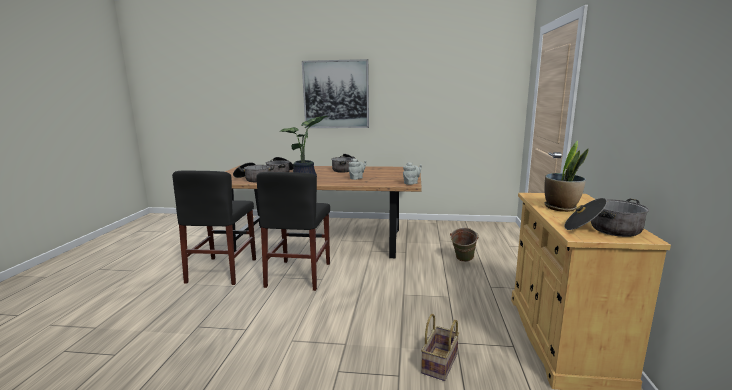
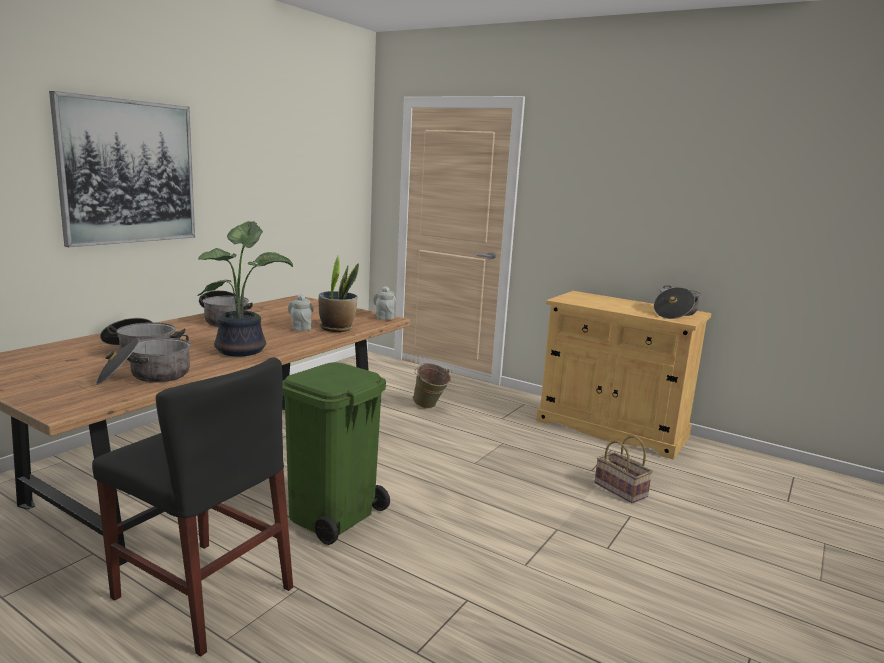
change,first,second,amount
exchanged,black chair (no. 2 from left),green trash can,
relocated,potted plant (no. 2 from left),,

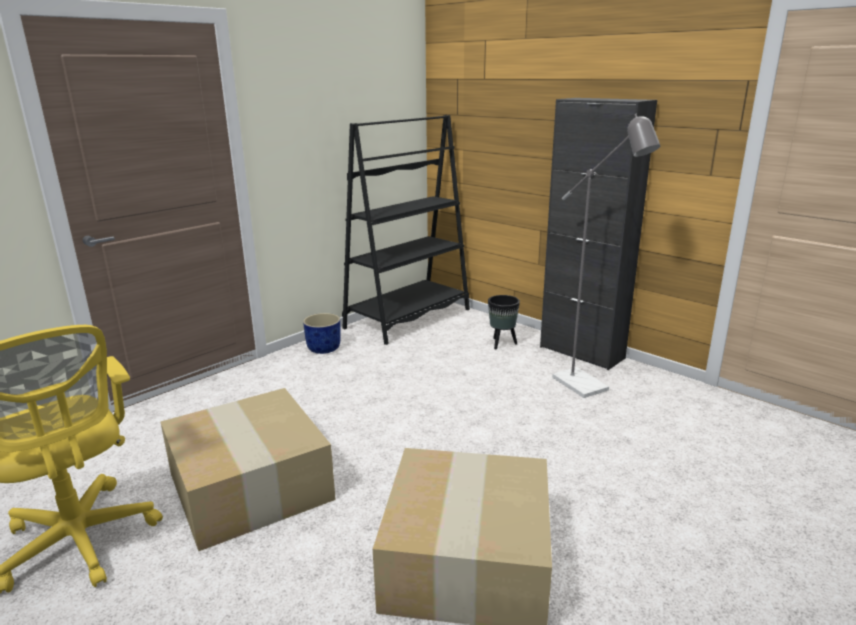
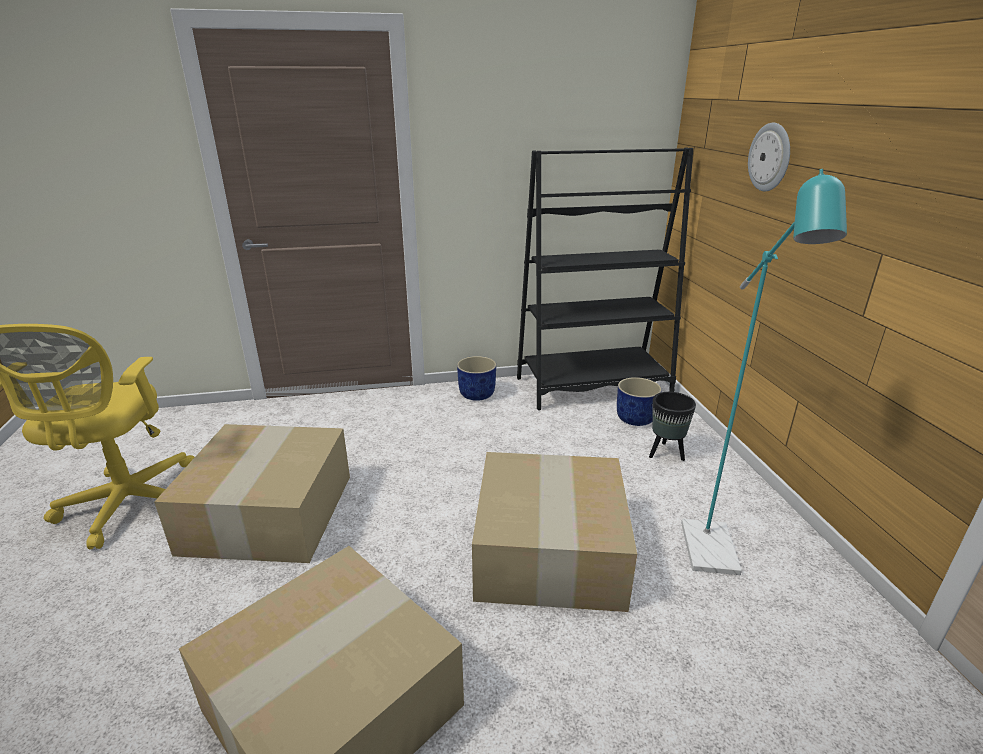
change,first,second,amount
missing,black cabinet,,
colour,grey floor lamp,turquoise floor lamp,
appeared,,cardboard box (no. 3 from left),
appeared,,blue planter (no. 2 from left),
appeared,,wall clock,

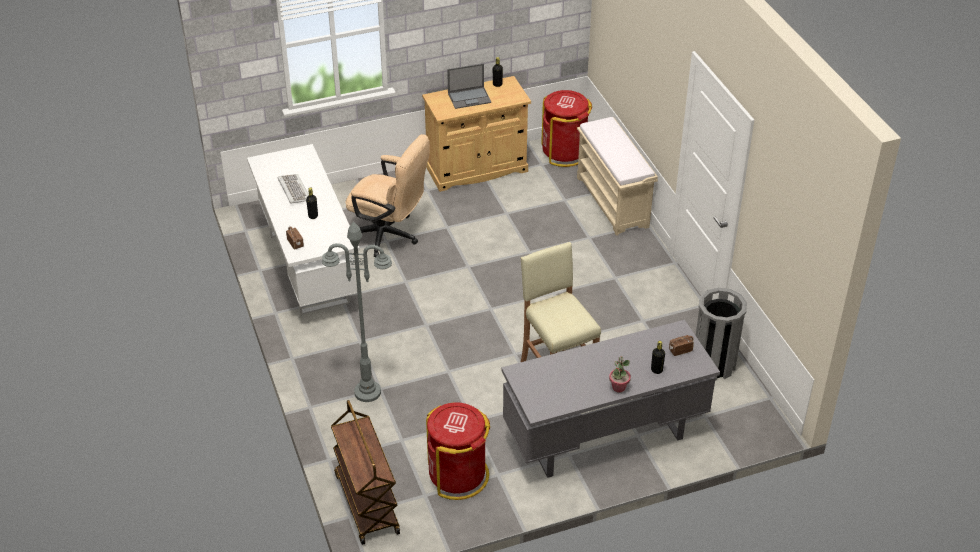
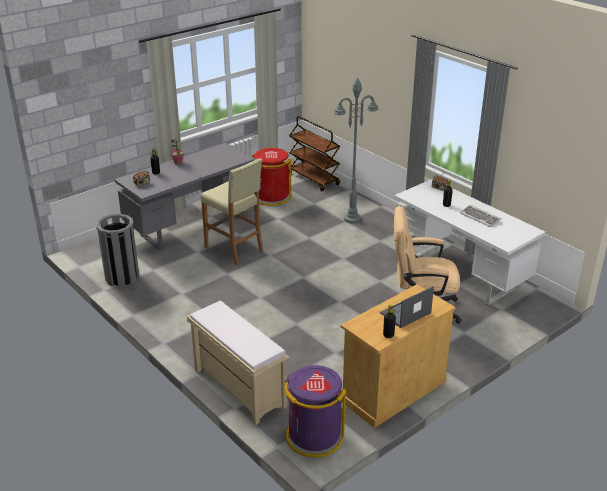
change,first,second,amount
colour,red trash can (no. 2 from left),purple trash can,

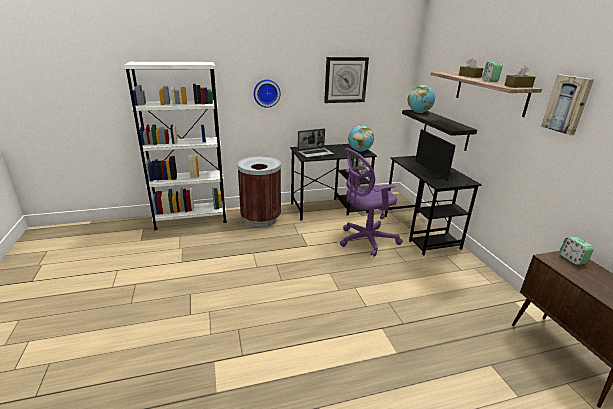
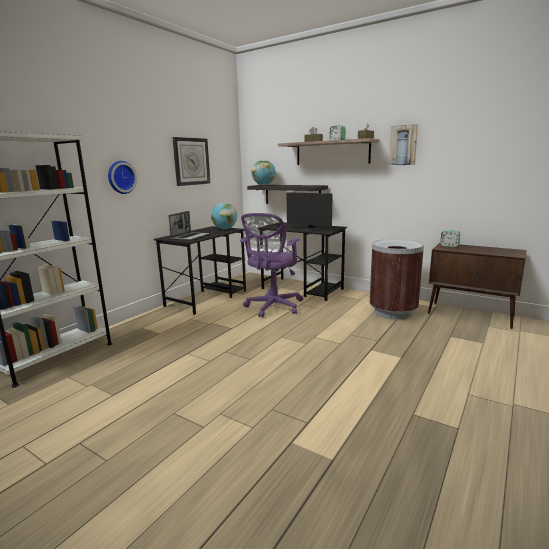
change,first,second,amount
relocated,brown trash can,,

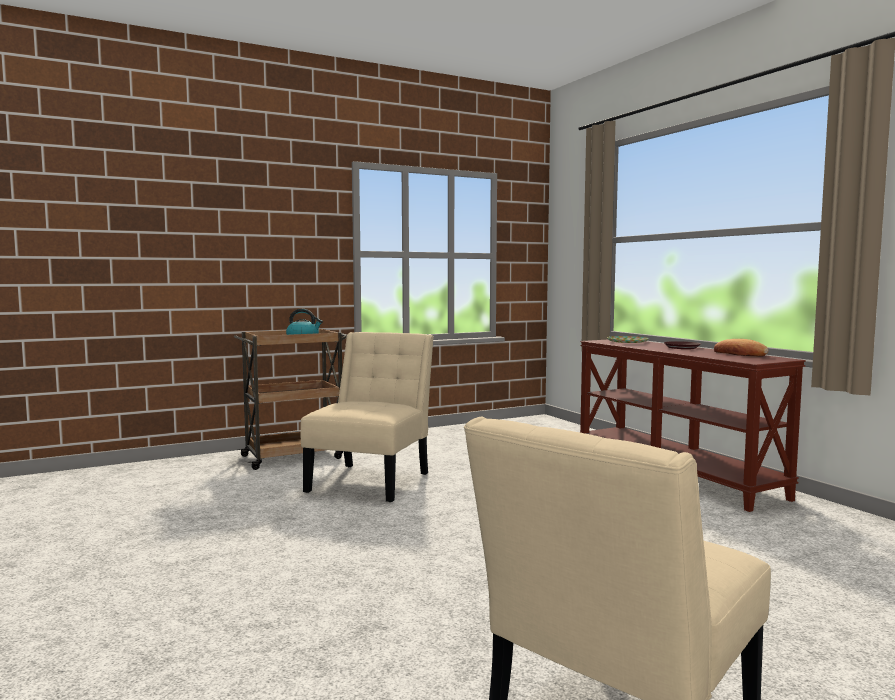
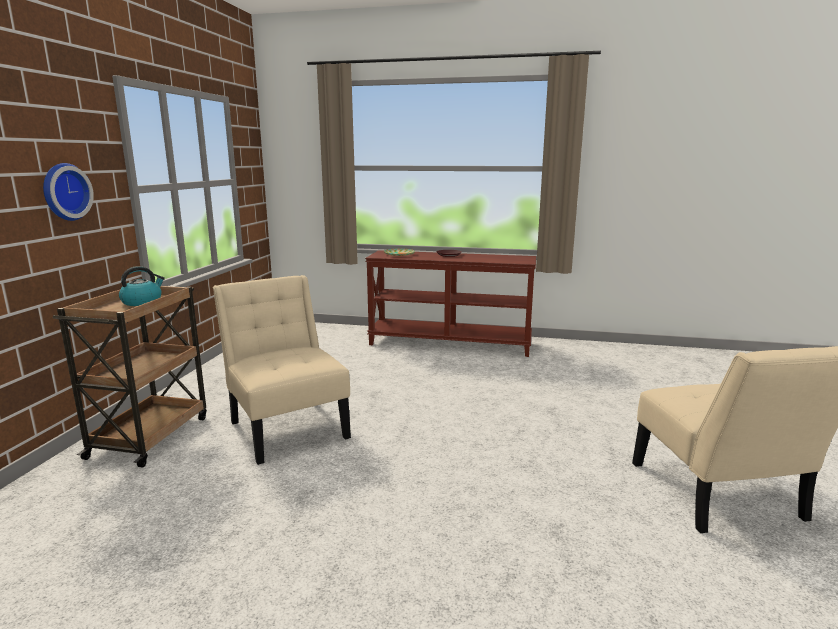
change,first,second,amount
missing,bread,,
appeared,,wall clock,

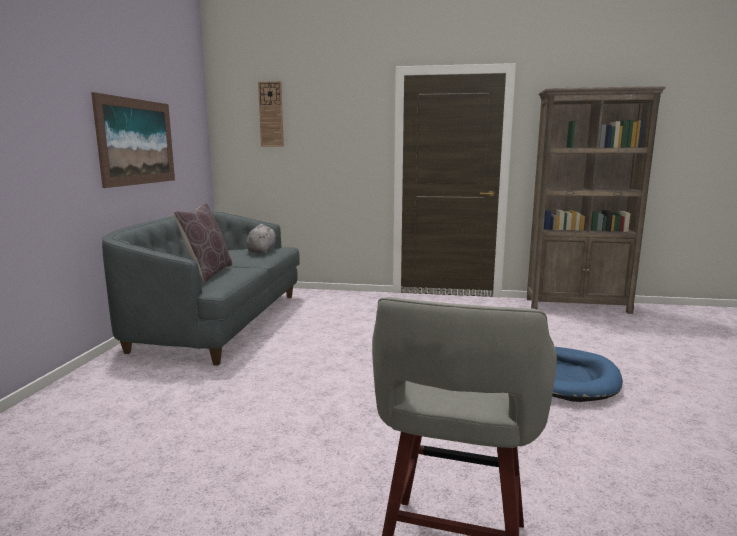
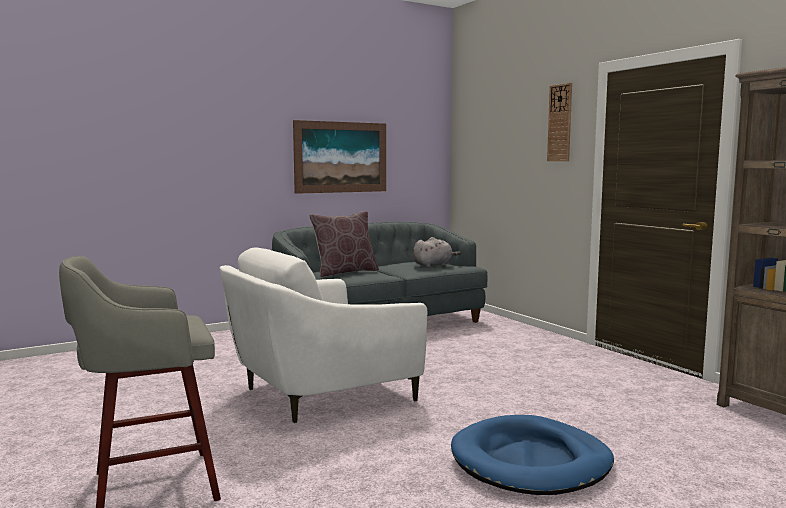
change,first,second,amount
relocated,wall clock,,
appeared,,white armchair,

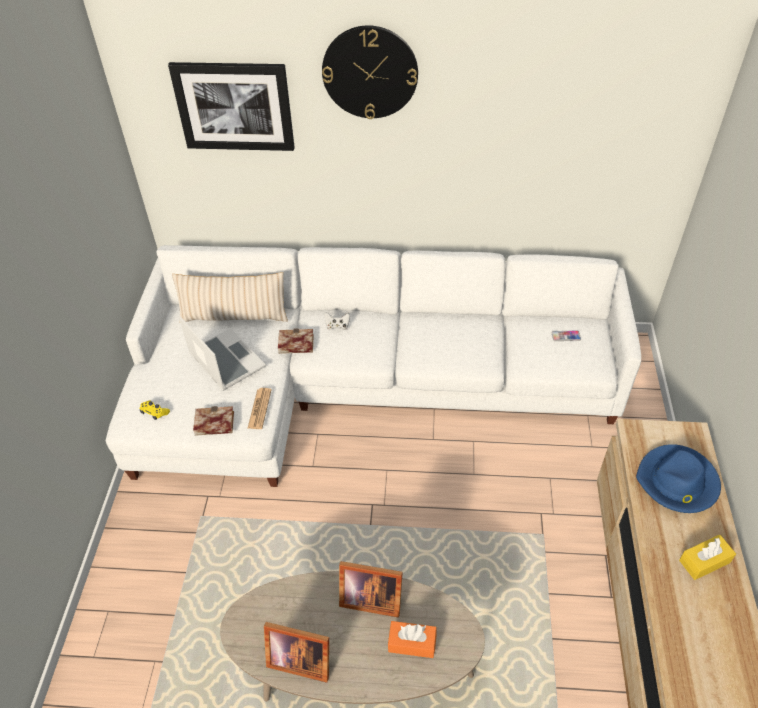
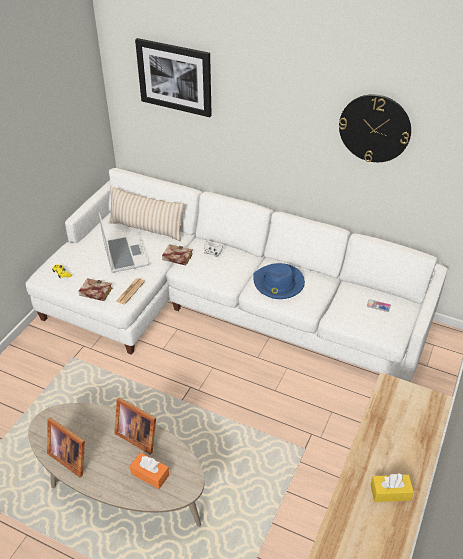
change,first,second,amount
relocated,wall clock,,
relocated,blue hat,,

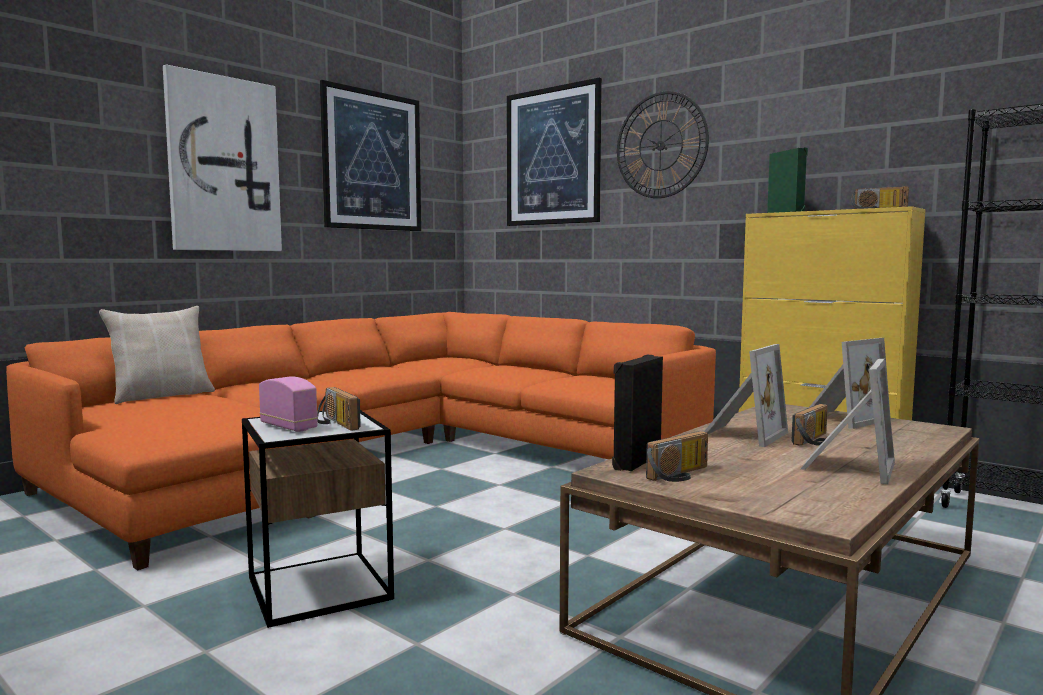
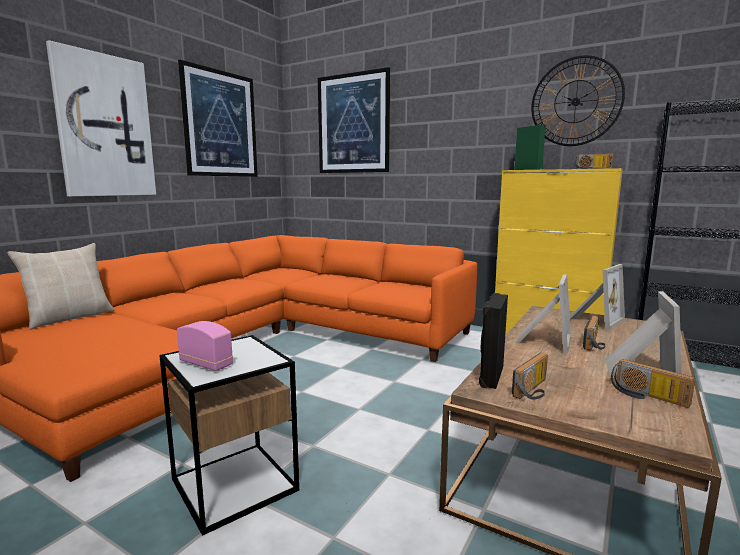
change,first,second,amount
relocated,radio (no. 2 from left in the first image),radio (no. 5 from left),
relocated,wall clock,,

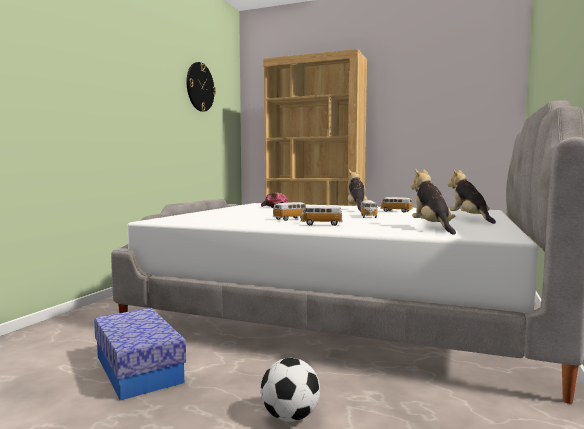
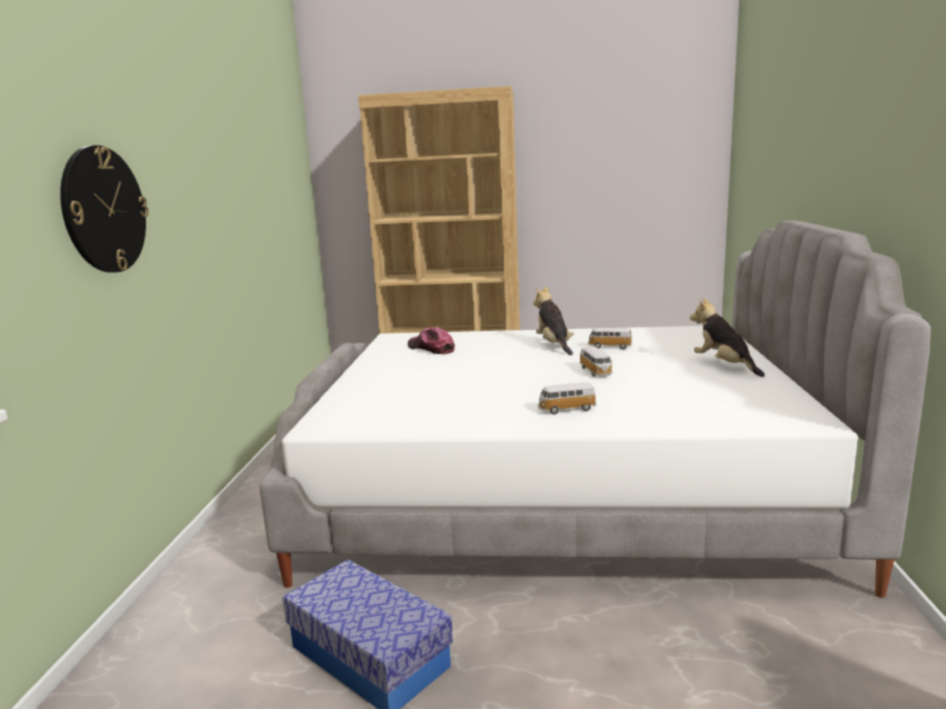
change,first,second,amount
relocated,wall clock,,
missing,football,,
missing,toy car (no. 1 from left),,
missing,plush toy (no. 2 from left),,

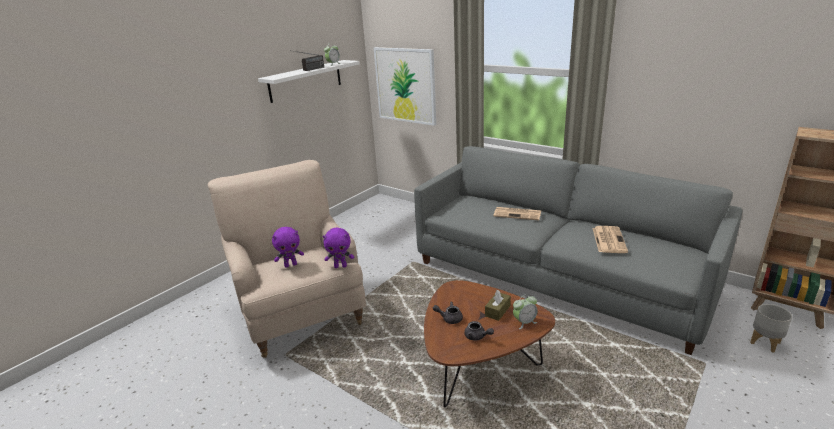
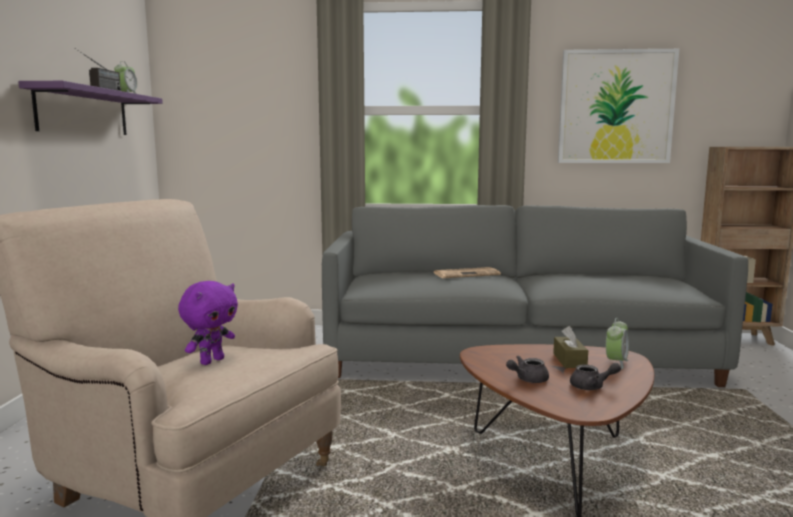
change,first,second,amount
colour,white shelf,purple shelf,
missing,purple plush toy (no. 2 from left),,
relocated,picture,,
missing,newspaper (no. 2 from left),,
missing,grey planter,,

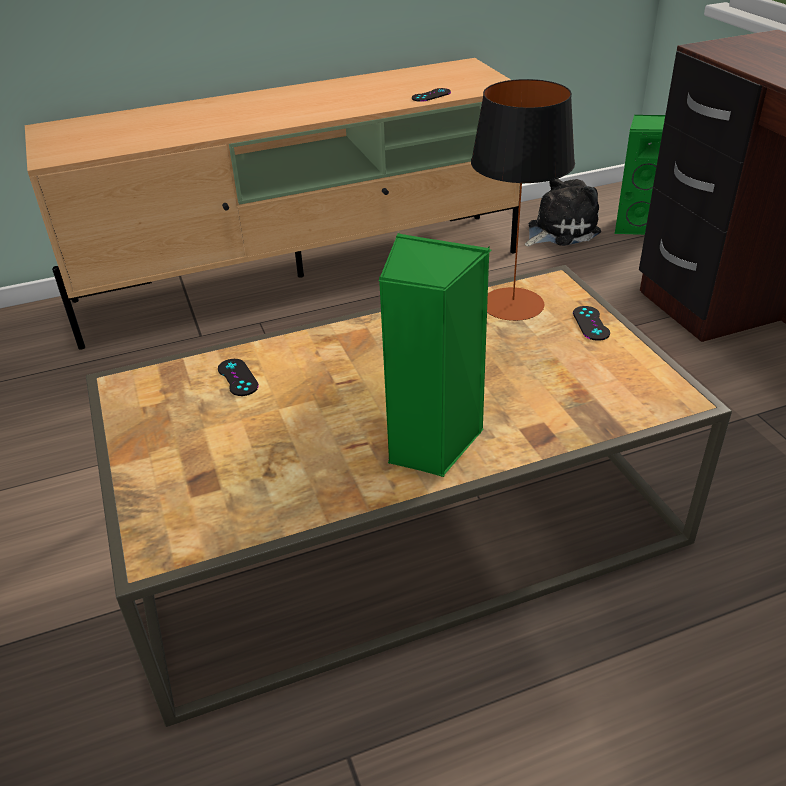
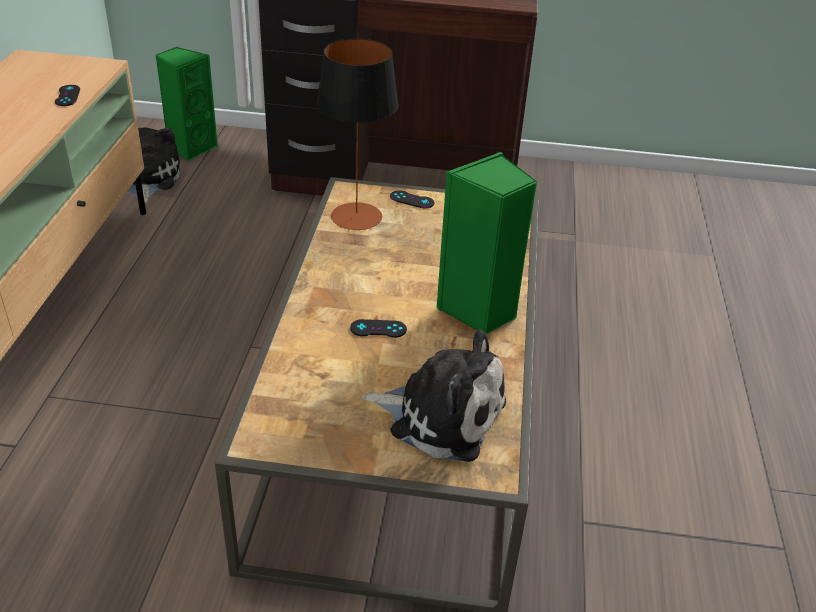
change,first,second,amount
relocated,black game controller (no. 1 from left in the first image),black game controller (no. 2 from left),
appeared,,plush toy (no. 2 from left),

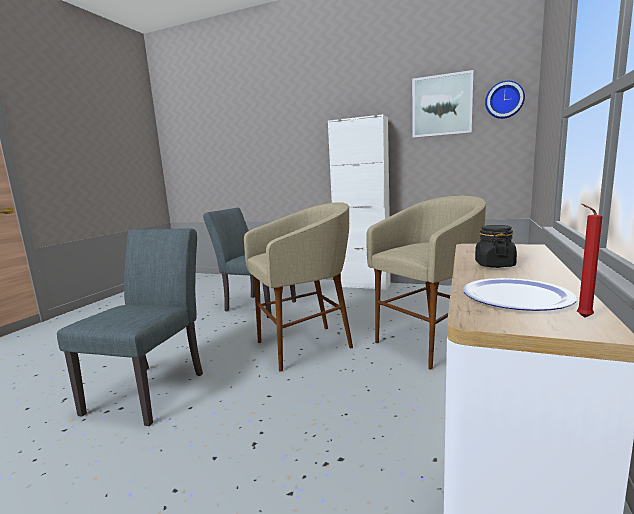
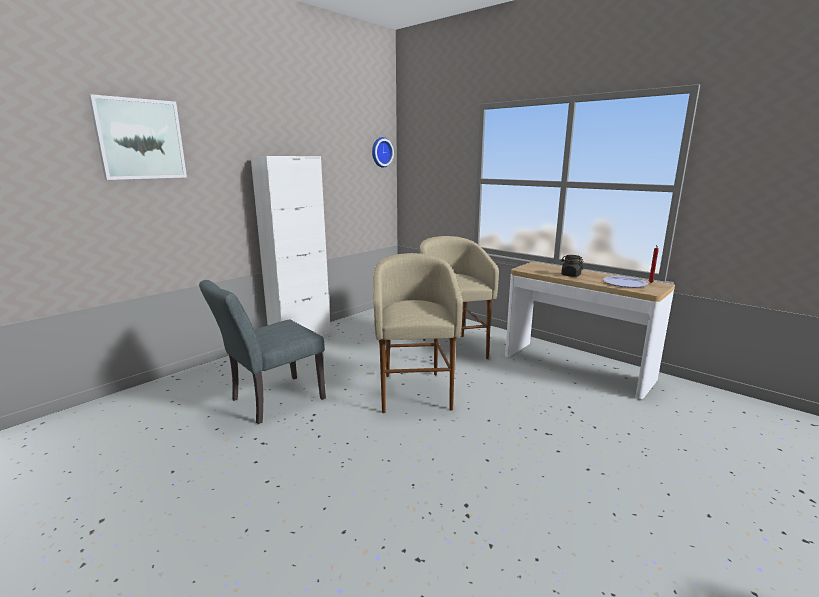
change,first,second,amount
missing,grey chair (no. 1 from left),,
relocated,picture,,

